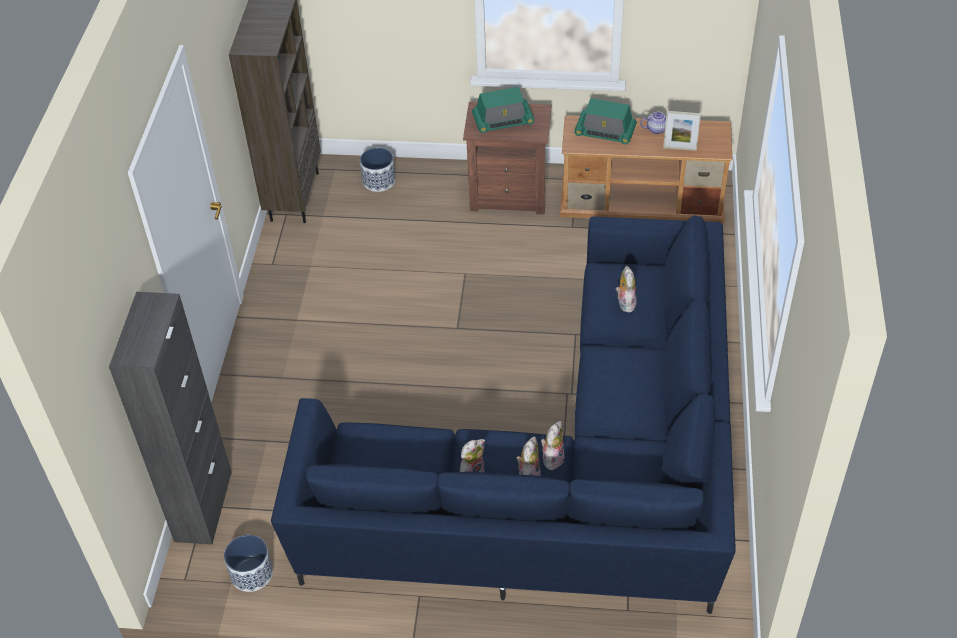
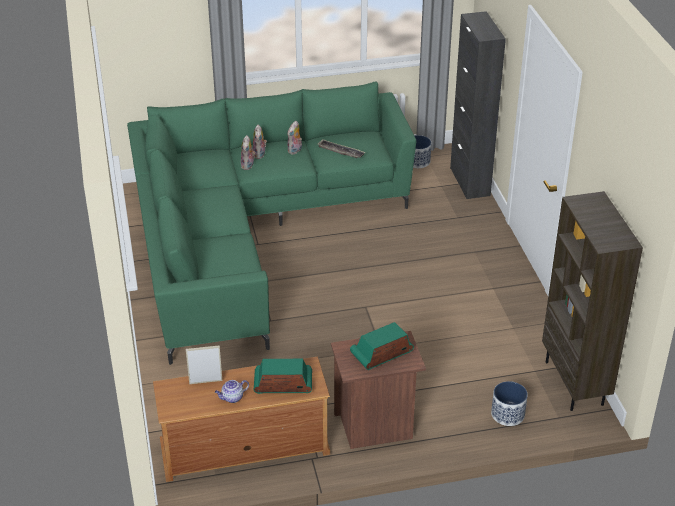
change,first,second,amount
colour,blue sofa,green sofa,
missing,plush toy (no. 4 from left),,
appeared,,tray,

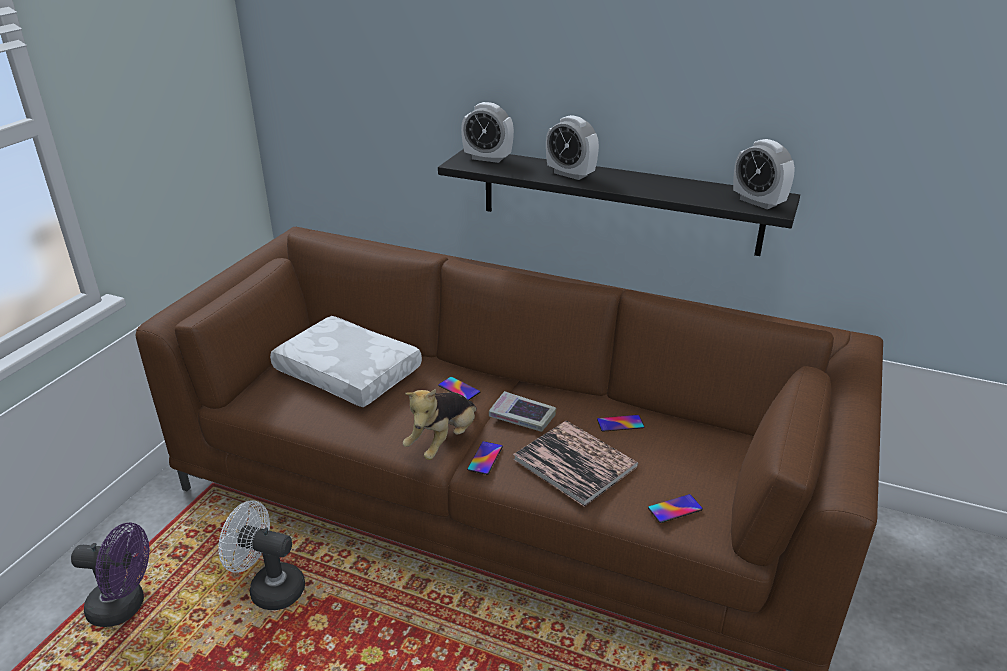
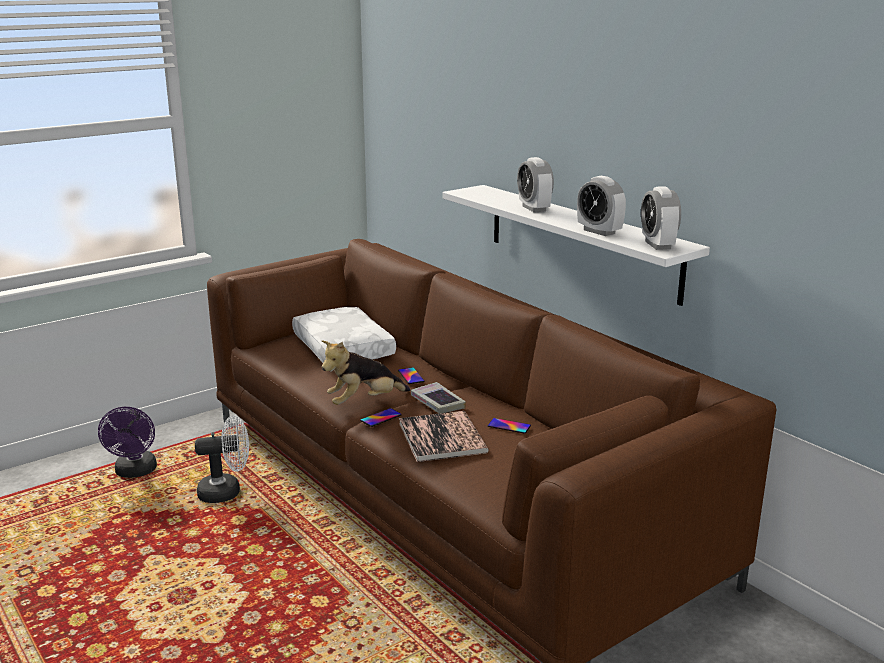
change,first,second,amount
spun,purple fan,,45 degrees clockwise
spun,white fan,,120 degrees clockwise
colour,black shelf,white shelf,
relocated,alarm clock (no. 1 from left in the first image),alarm clock (no. 2 from left),
missing,phone (no. 4 from left),,

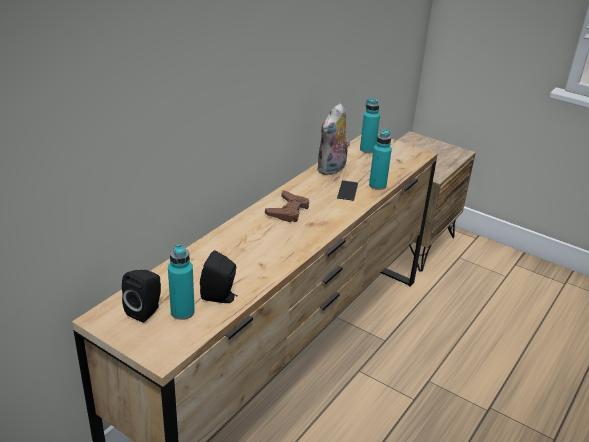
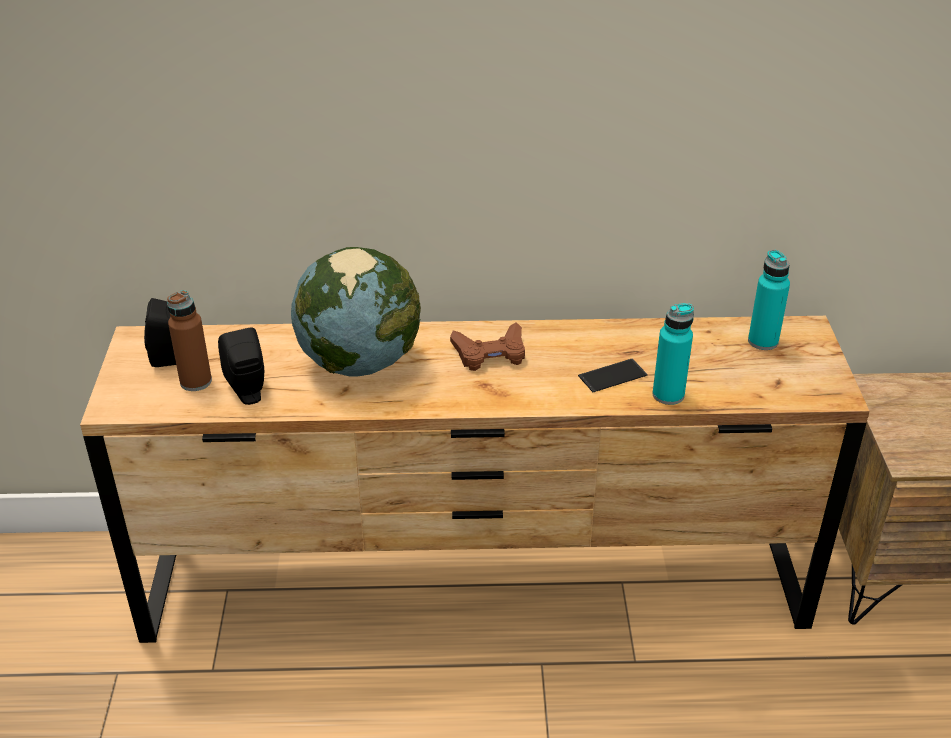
change,first,second,amount
colour,turquoise bottle (no. 1 from left),brown bottle,
missing,plush toy,,
appeared,,globe,

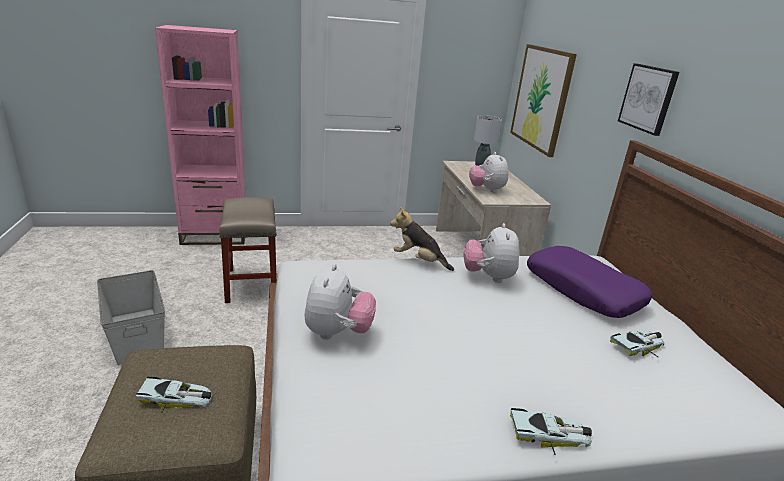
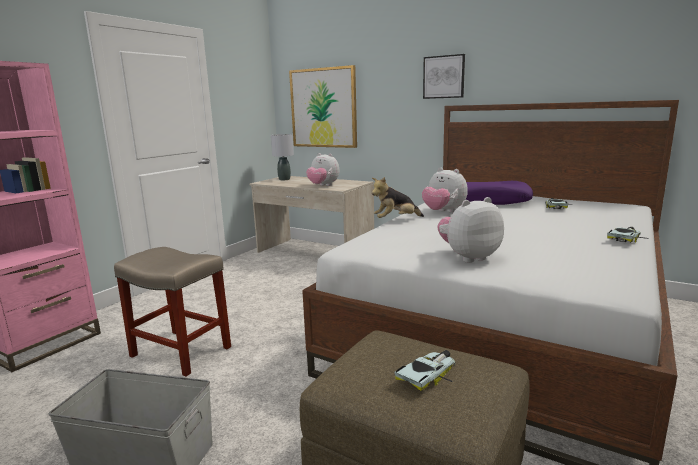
change,first,second,amount
spun,plush toy (no. 1 from left in the first image),plush toy (no. 4 from left),75 degrees counterclockwise

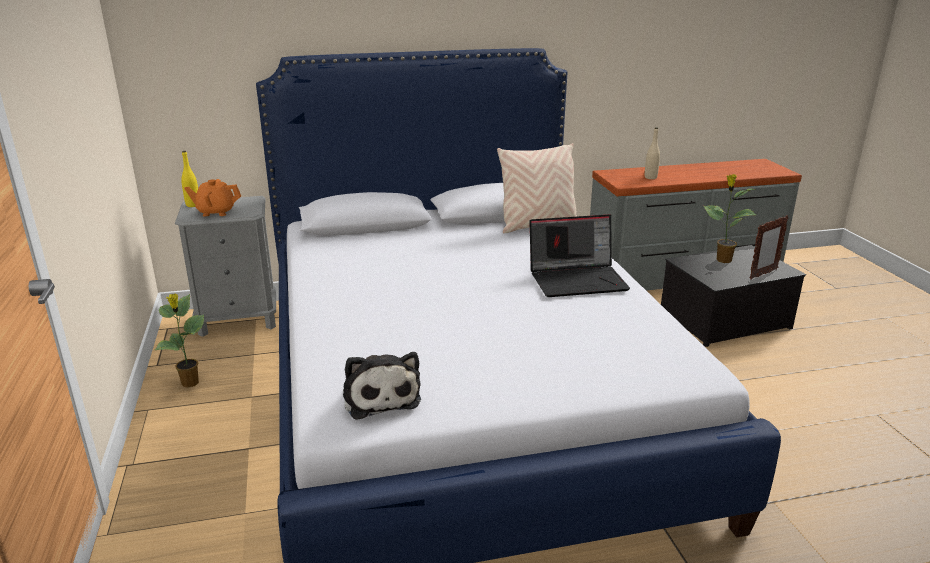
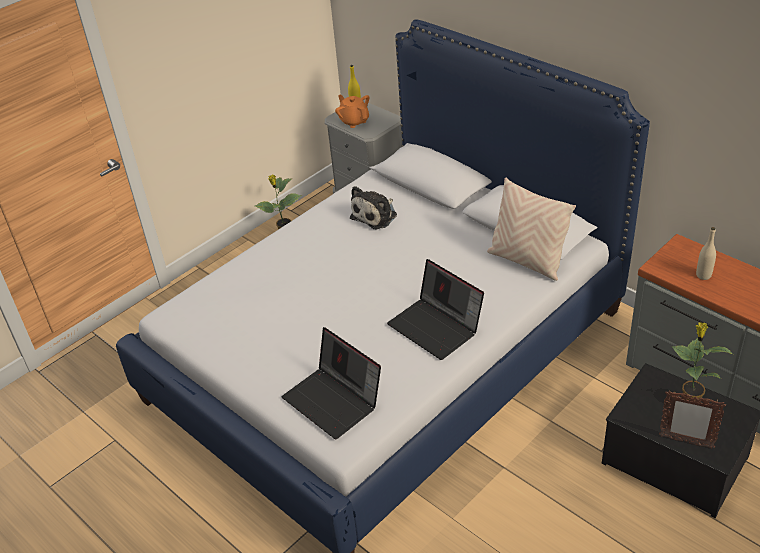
change,first,second,amount
relocated,plush toy,,
appeared,,laptop (no. 1 from left),

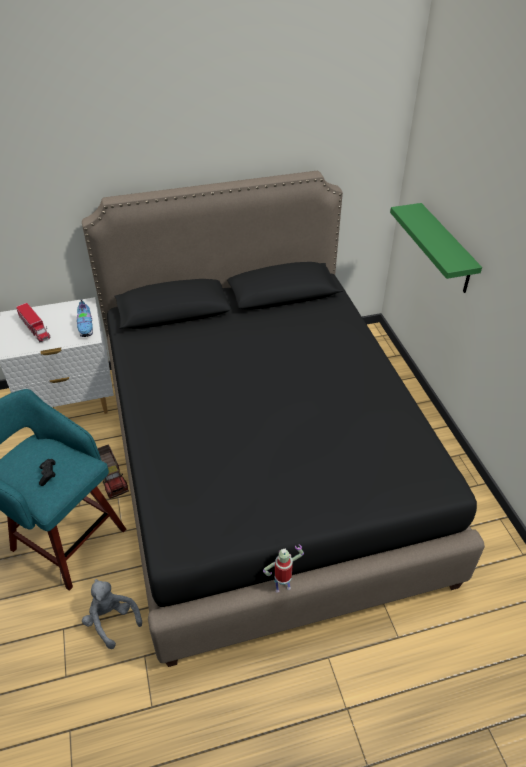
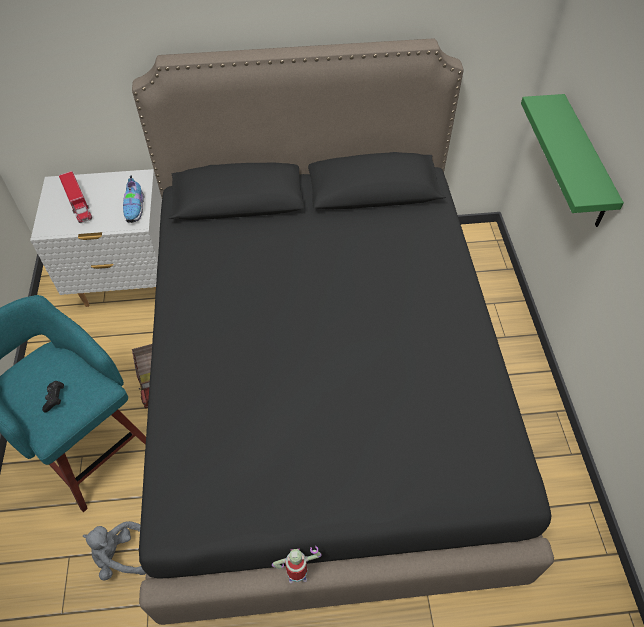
change,first,second,amount
spun,grey plush toy,,60 degrees counterclockwise

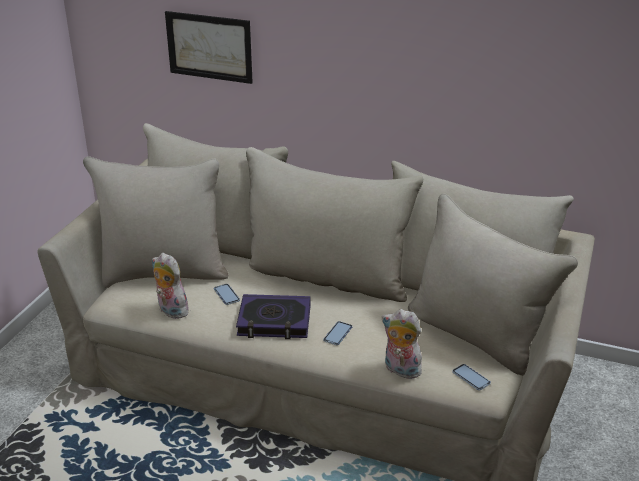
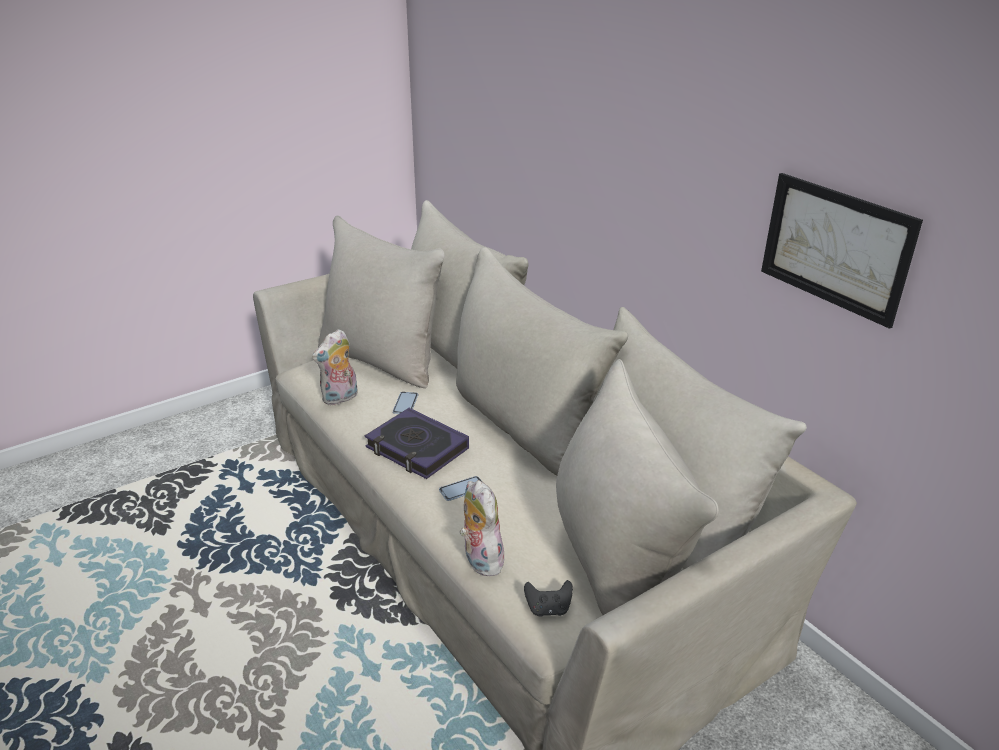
change,first,second,amount
spun,plush toy (no. 1 from left),,120 degrees counterclockwise
relocated,picture,,
exchanged,phone (no. 3 from left),black game controller,

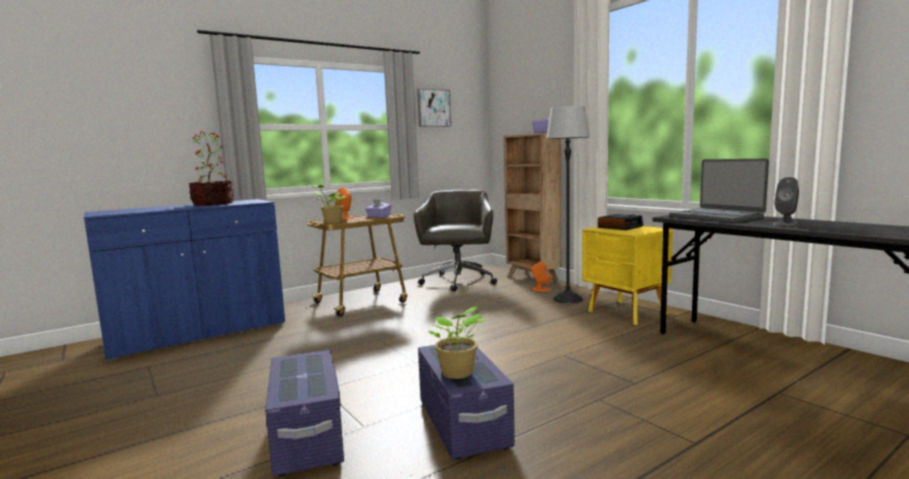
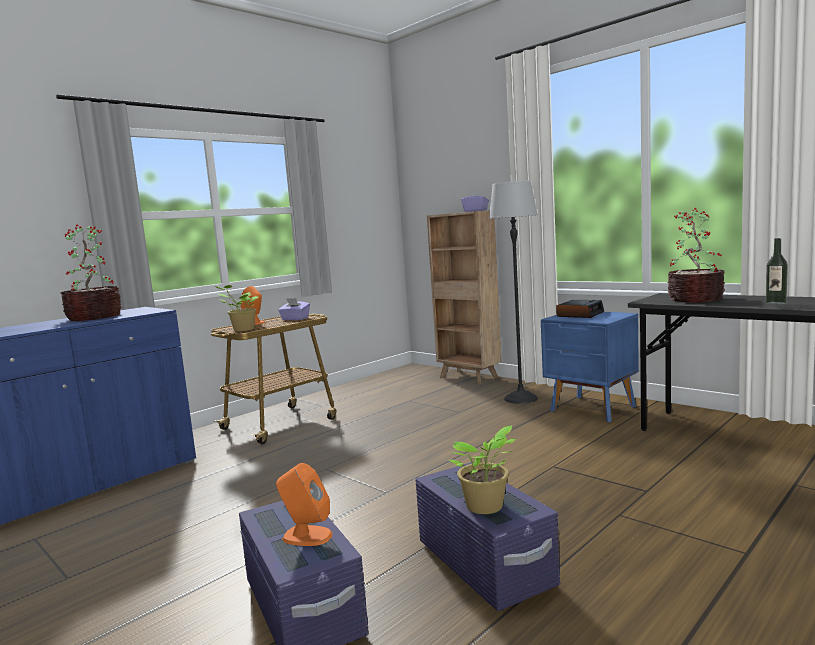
change,first,second,amount
missing,grey office chair,,
missing,picture,,
relocated,orange speaker (no. 2 from left),,
colour,yellow nightstand,blue nightstand,
exchanged,laptop,potted plant (no. 4 from left),
exchanged,grey speaker,bottle,

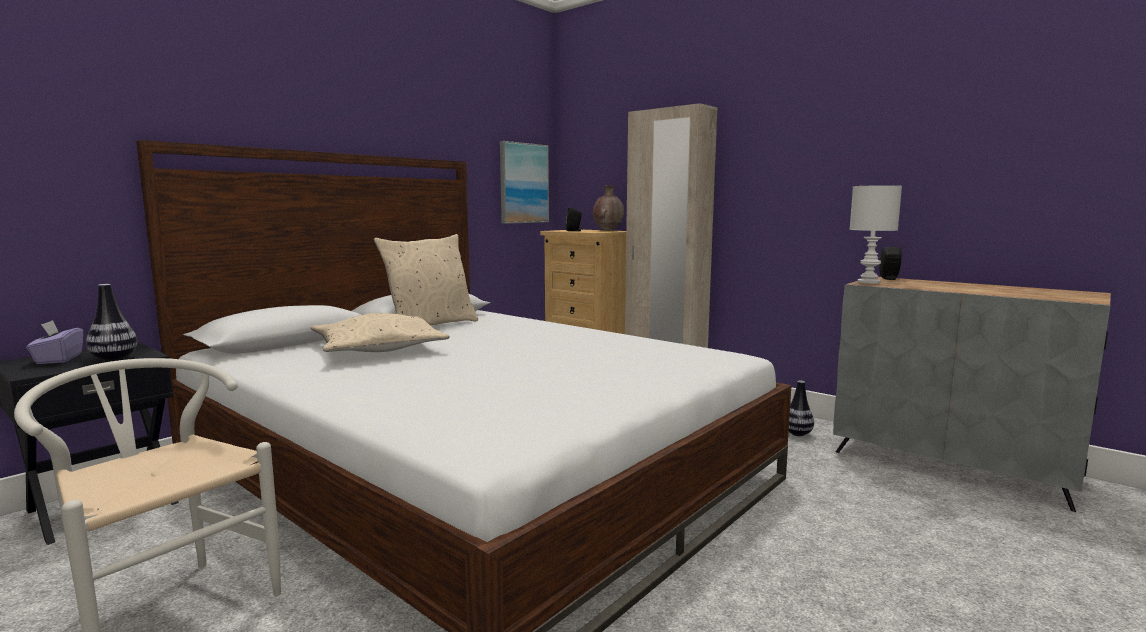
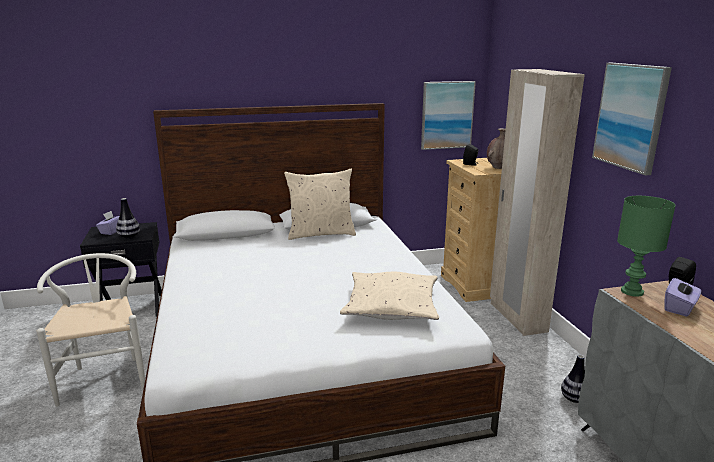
change,first,second,amount
relocated,beige pillow (no. 1 from left in the first image),beige pillow (no. 2 from left),
colour,white table lamp,green table lamp,
appeared,,picture (no. 2 from left),
appeared,,purple tissue box (no. 2 from left),

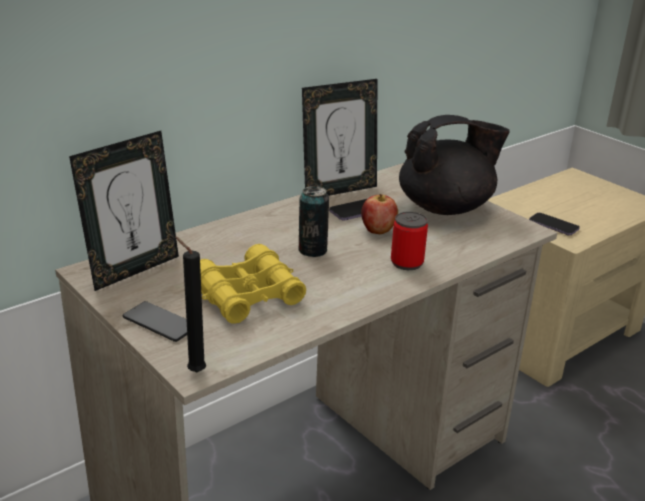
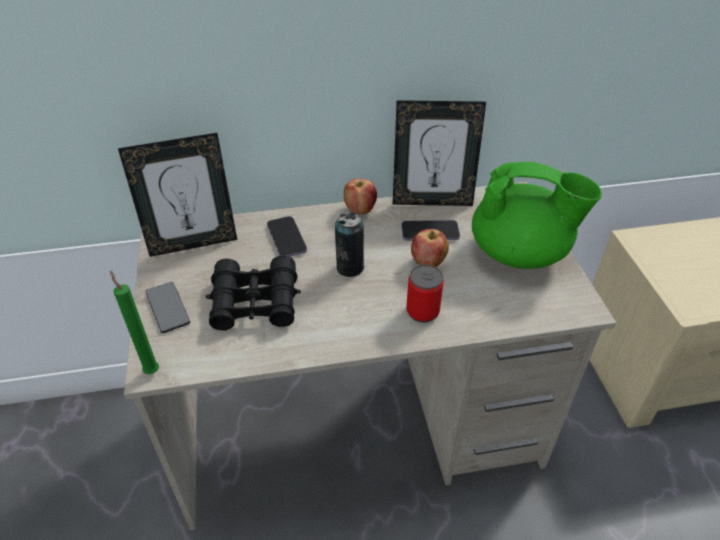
change,first,second,amount
colour,black candle,green candle,
colour,yellow binoculars,black binoculars,
colour,black teapot,green teapot,
relocated,phone (no. 3 from left in the first image),phone (no. 2 from left),
appeared,,apple (no. 1 from left),

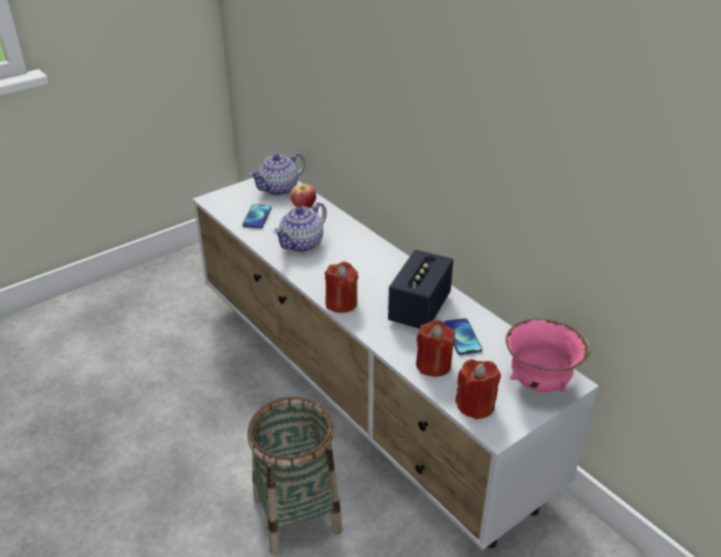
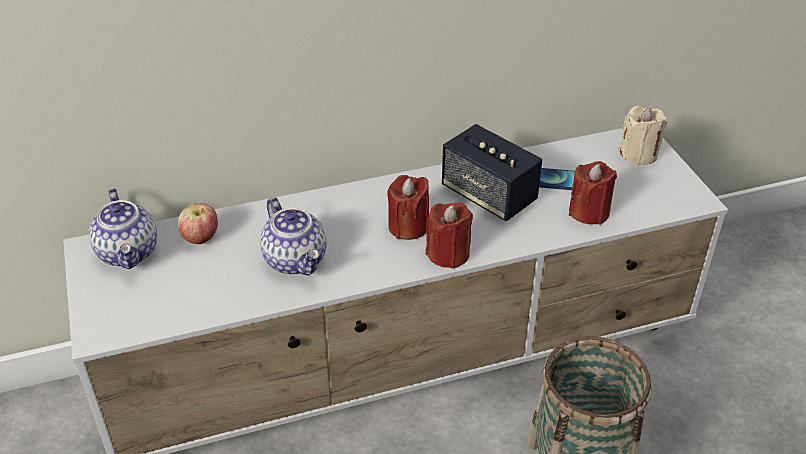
change,first,second,amount
missing,phone (no. 1 from left),,
relocated,red candle (no. 3 from left in the first image),red candle (no. 1 from left),
exchanged,pink bowl,beige candle,

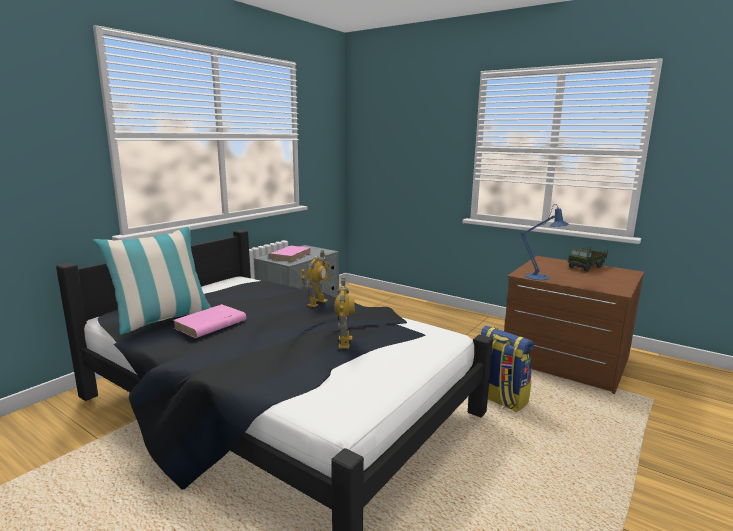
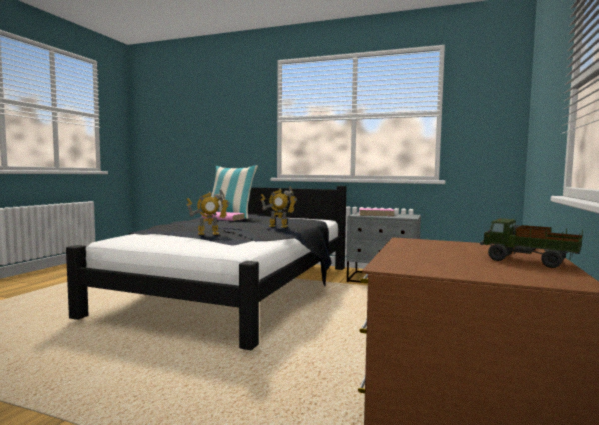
change,first,second,amount
missing,backpack,,
missing,blue table lamp,,

